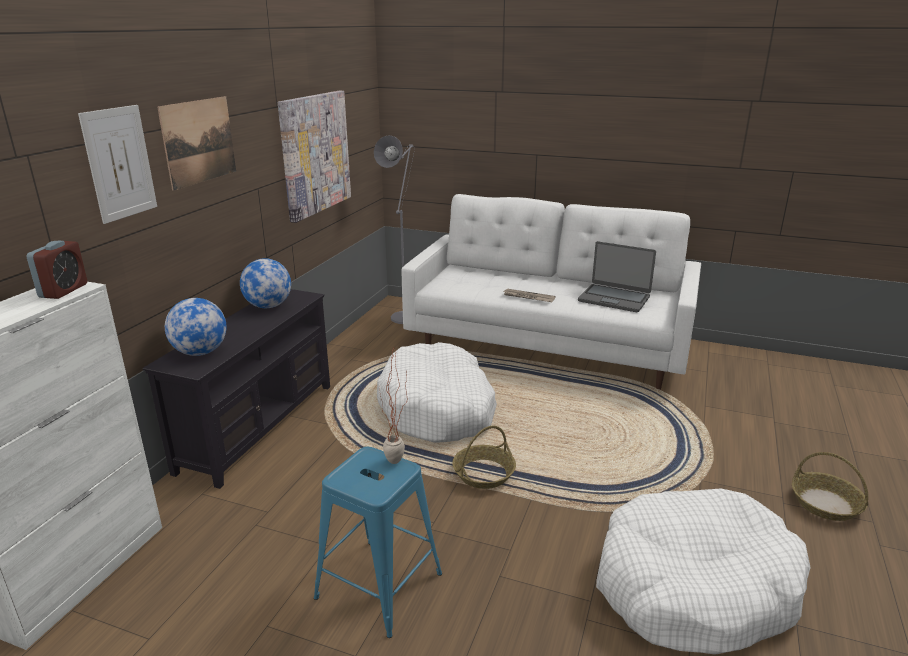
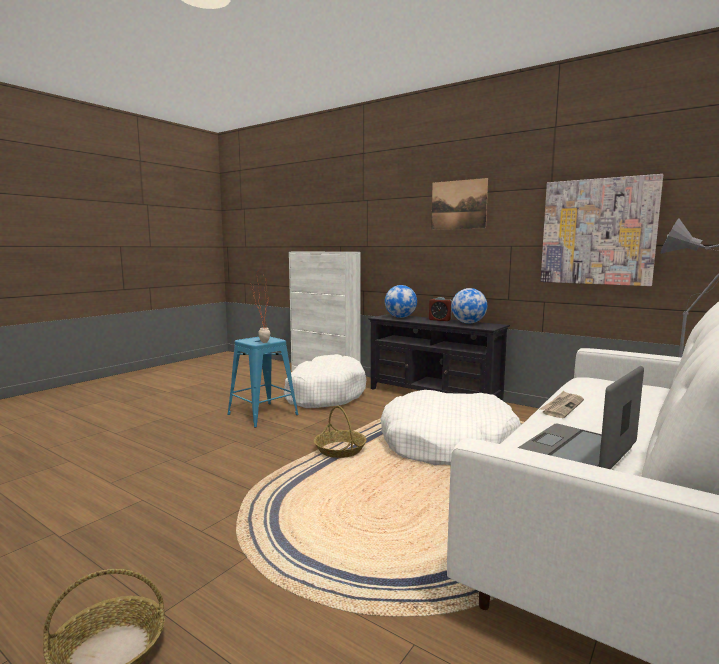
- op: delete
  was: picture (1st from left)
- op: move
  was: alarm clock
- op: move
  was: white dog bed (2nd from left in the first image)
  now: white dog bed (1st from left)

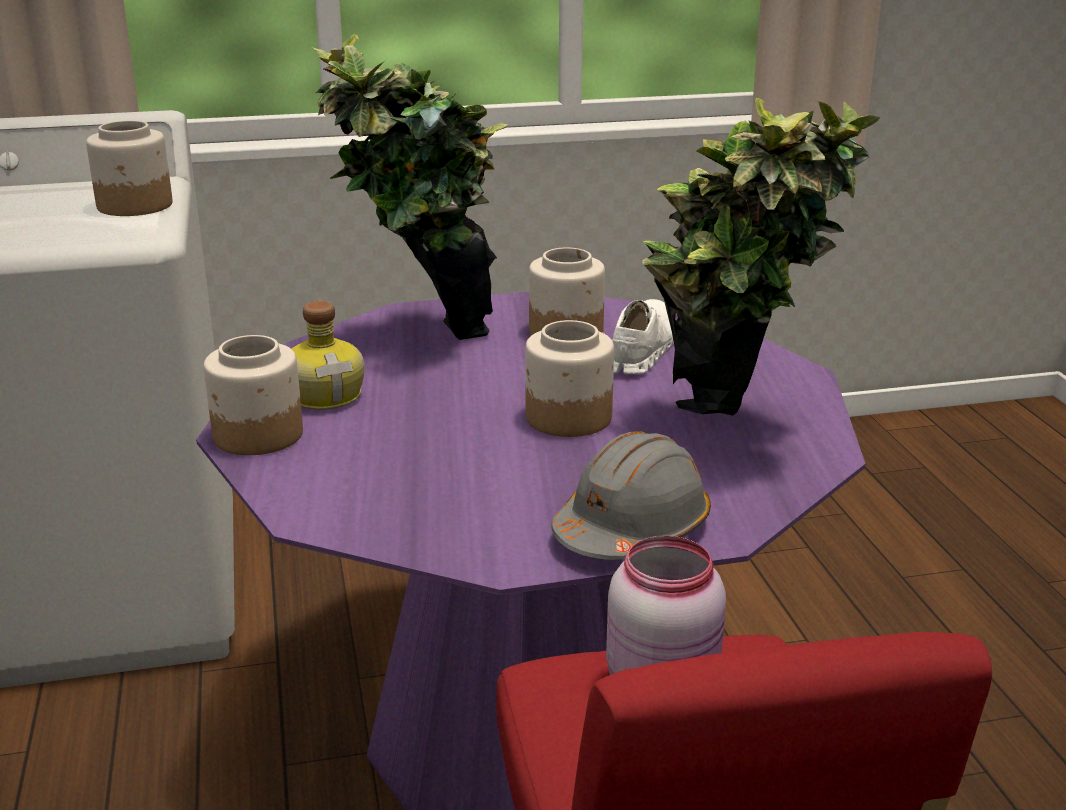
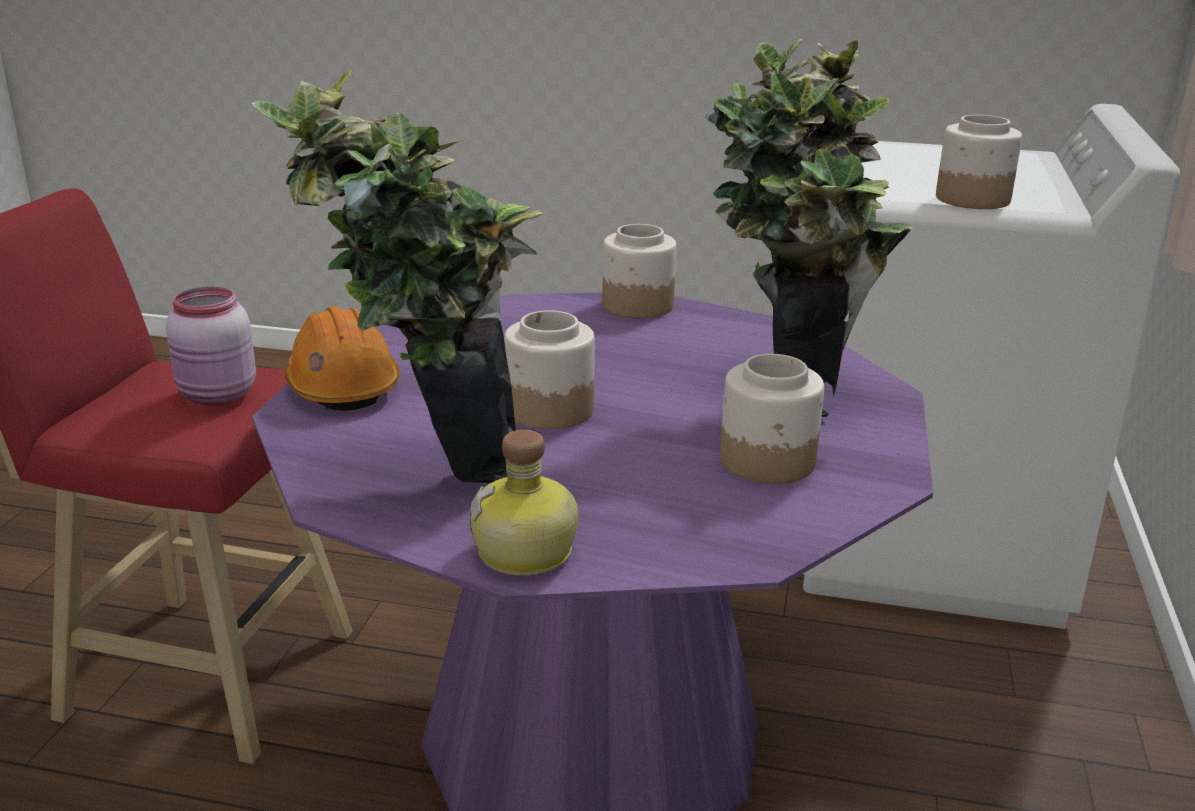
- op: delete
  was: white shoe
- op: move
  was: bottle
- op: recolor
  was: grey hard hat
  now: orange hard hat

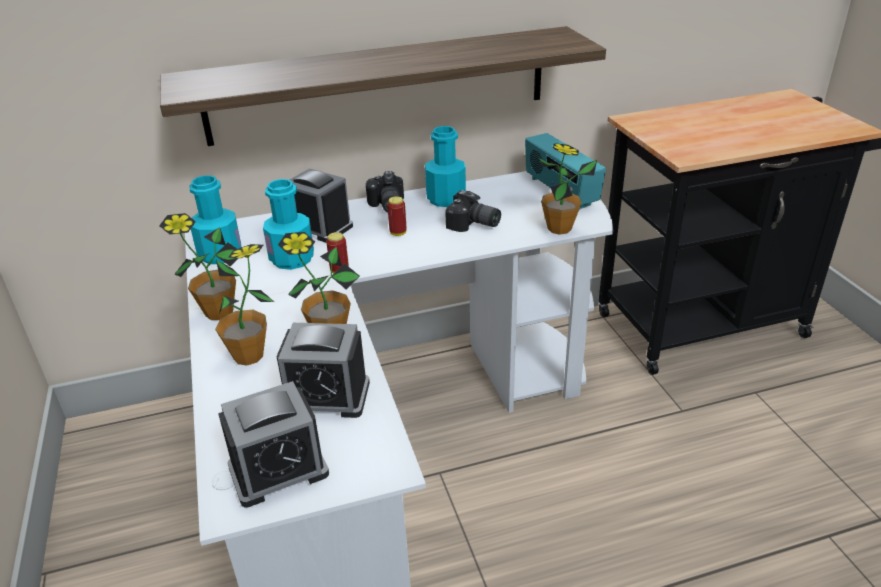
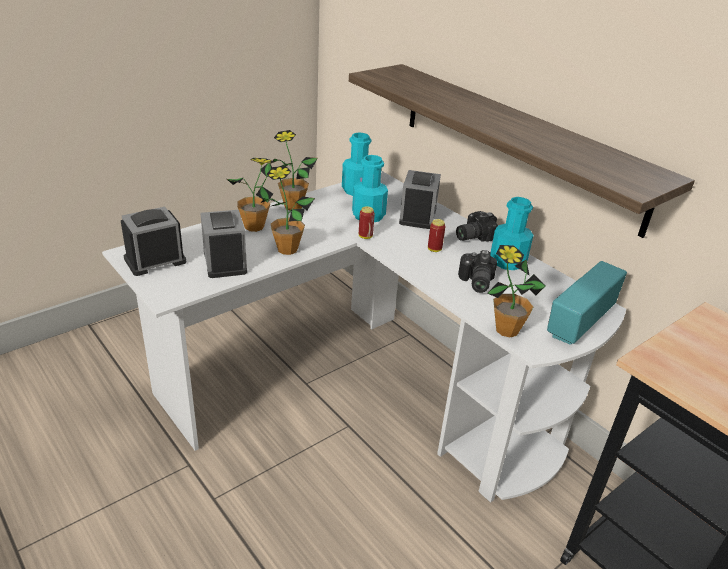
- op: rotate
  was: alarm clock (1st from left)
  clockwise: 105

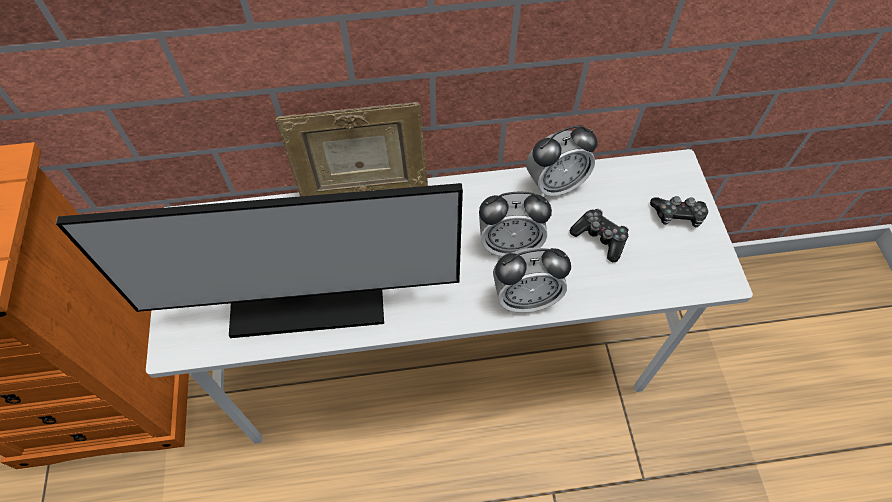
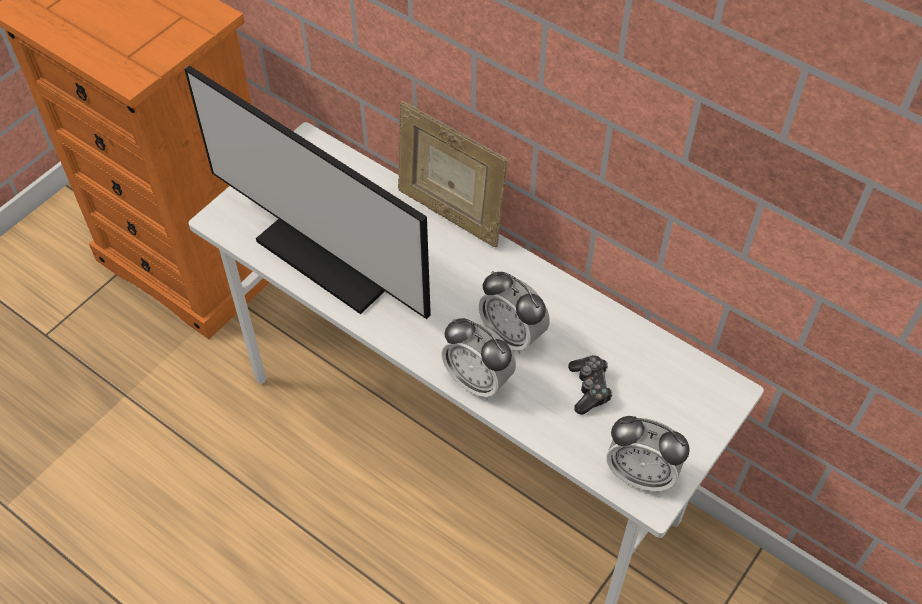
- op: move
  was: alarm clock (3rd from left)
- op: delete
  was: game controller (2nd from left)

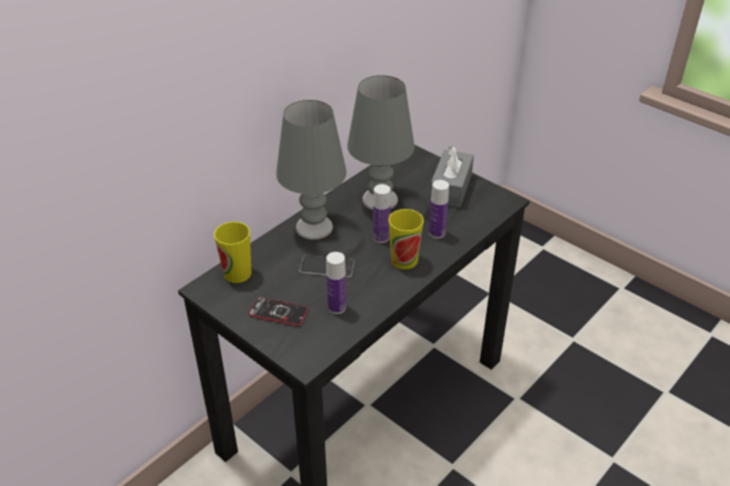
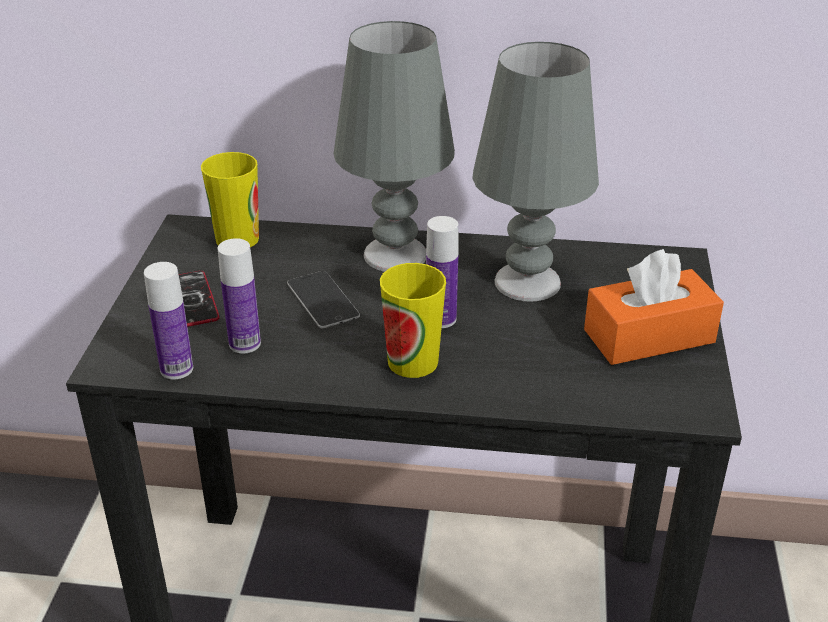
- op: recolor
  was: grey tissue box
  now: orange tissue box
- op: move
  was: bottle (3rd from left in the first image)
  now: bottle (1st from left)

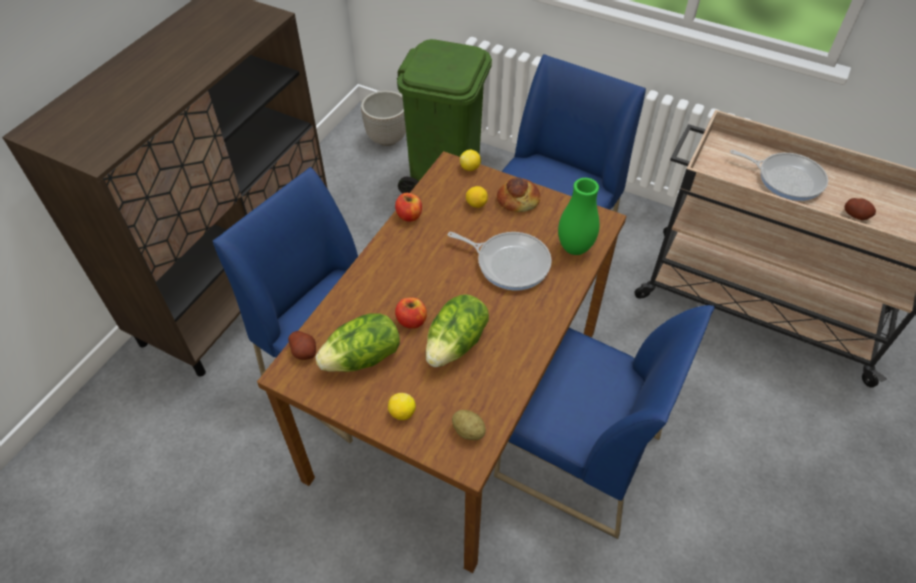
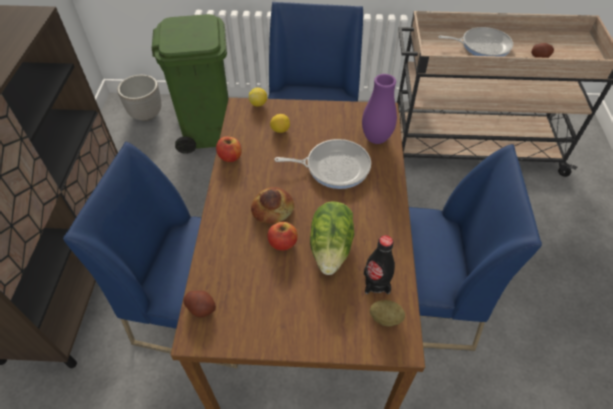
- op: move
  was: bread
- op: recolor
  was: green vase
  now: purple vase
- op: delete
  was: lettuce (1st from left)
- op: delete
  was: lemon (1st from left)
- op: insert
  now: black bottle

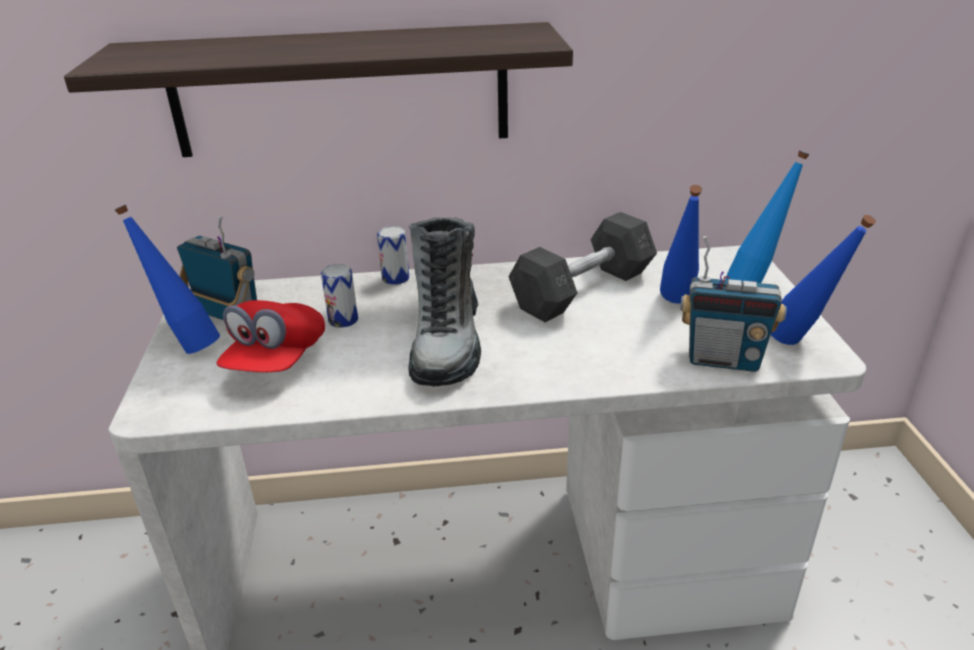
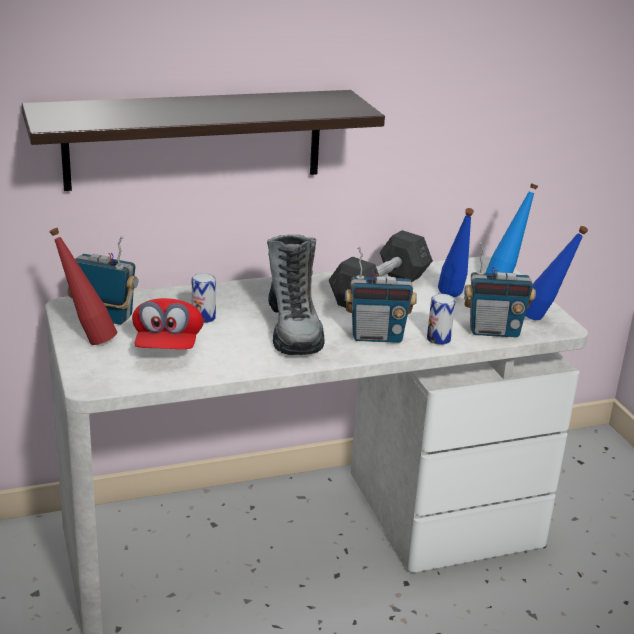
- op: recolor
  was: blue bottle (1st from left)
  now: red bottle
- op: move
  was: can (2nd from left)
- op: insert
  now: radio (2nd from left)

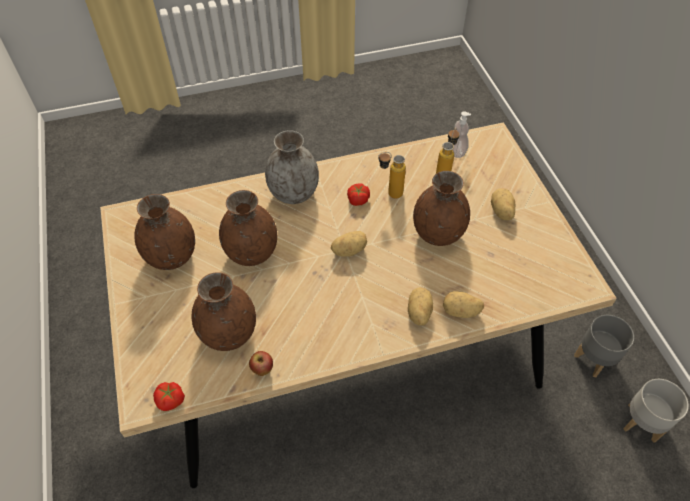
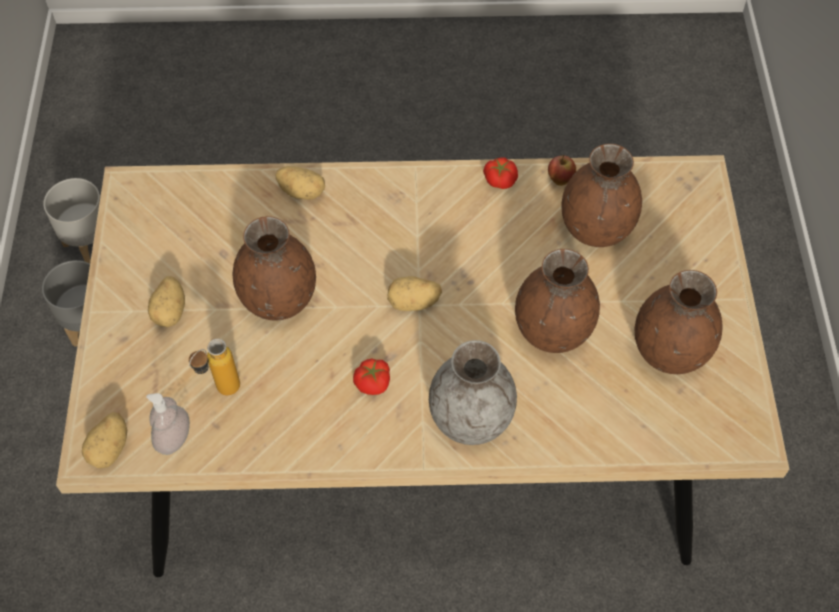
- op: delete
  was: bottle (1st from left)
- op: move
  was: potato (2nd from left in the first image)
  now: potato (1st from left)
- op: move
  was: tomato (1st from left in the first image)
  now: tomato (2nd from left)

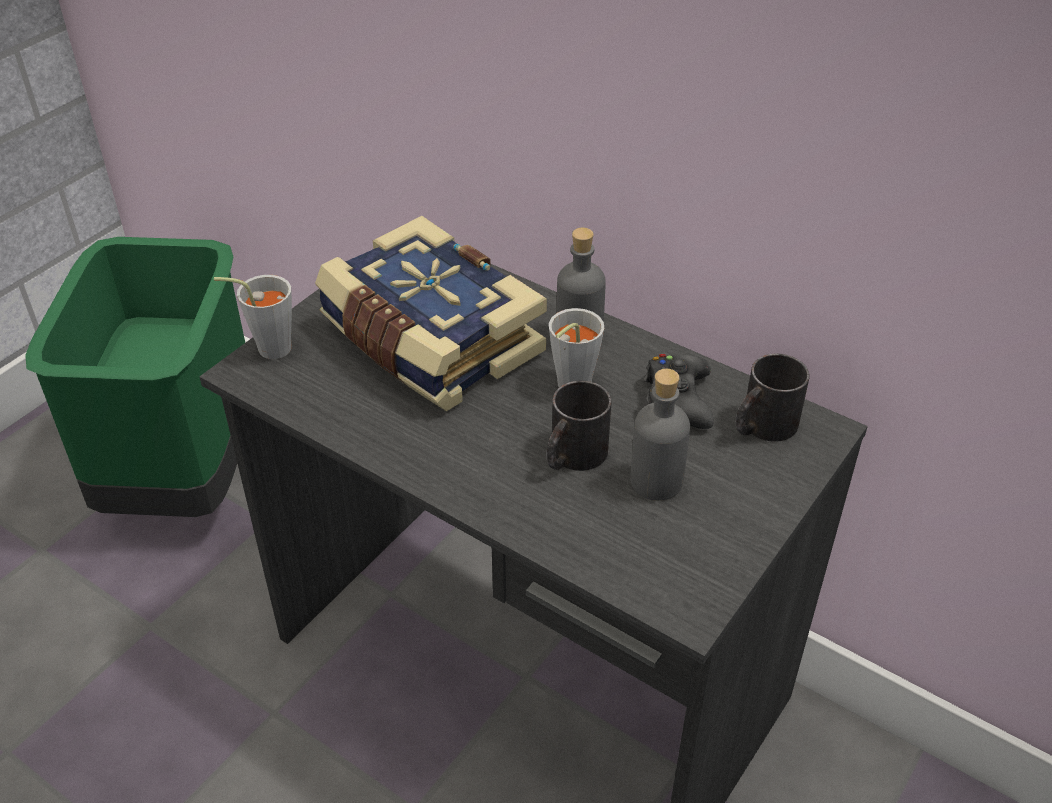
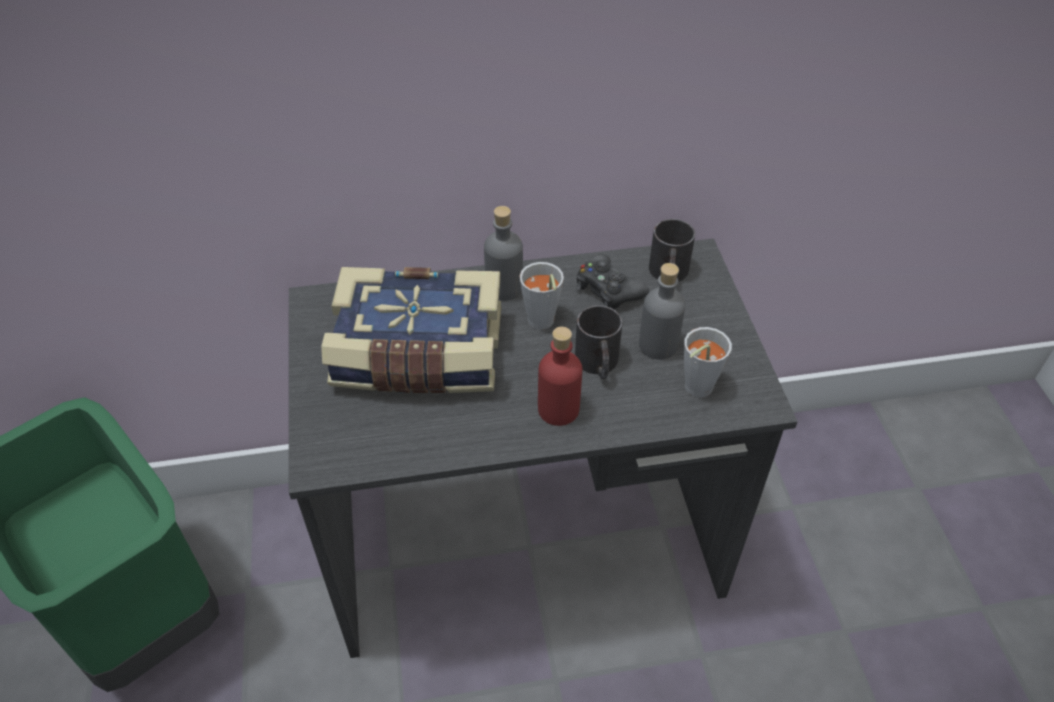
- op: move
  was: grey cup (1st from left in the first image)
  now: grey cup (2nd from left)
- op: insert
  now: red bottle

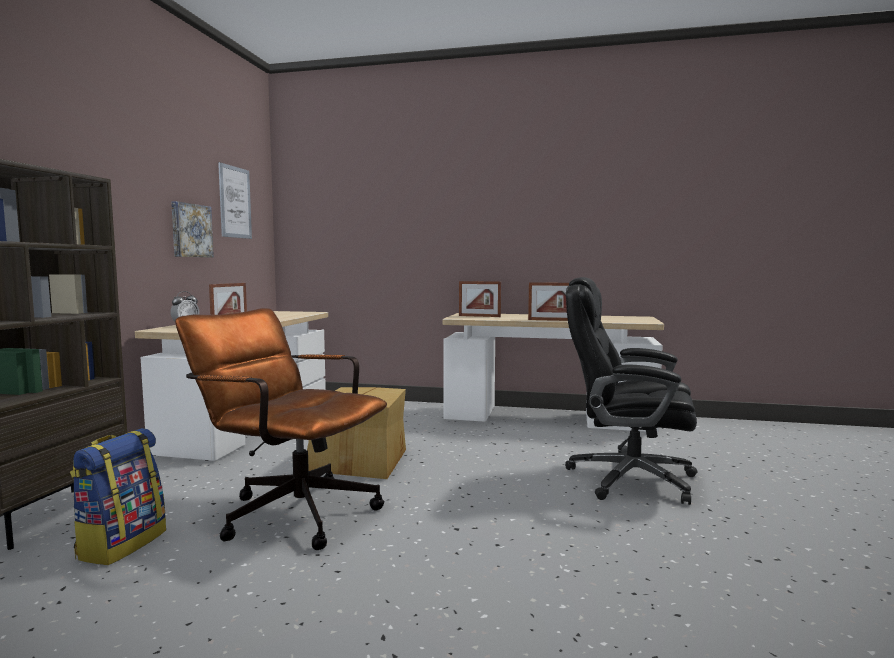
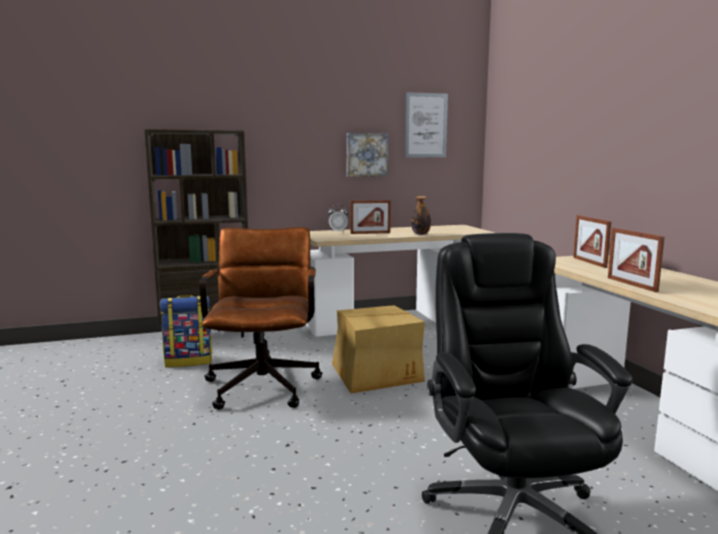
- op: insert
  now: bottle

